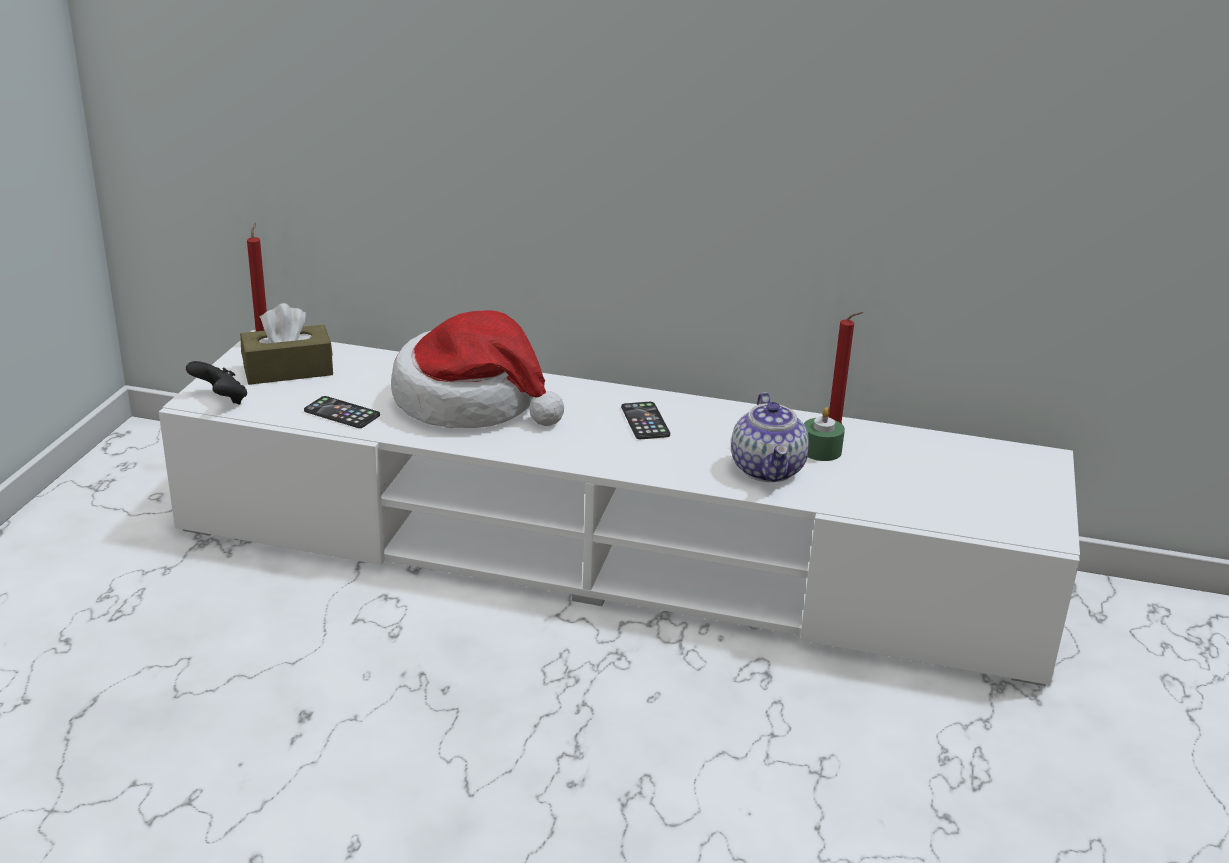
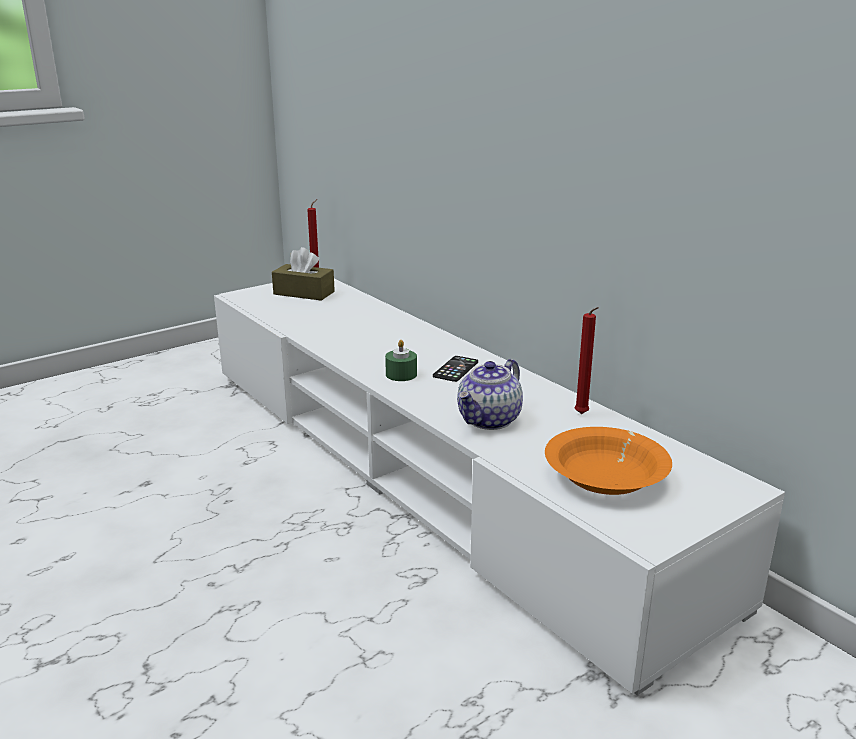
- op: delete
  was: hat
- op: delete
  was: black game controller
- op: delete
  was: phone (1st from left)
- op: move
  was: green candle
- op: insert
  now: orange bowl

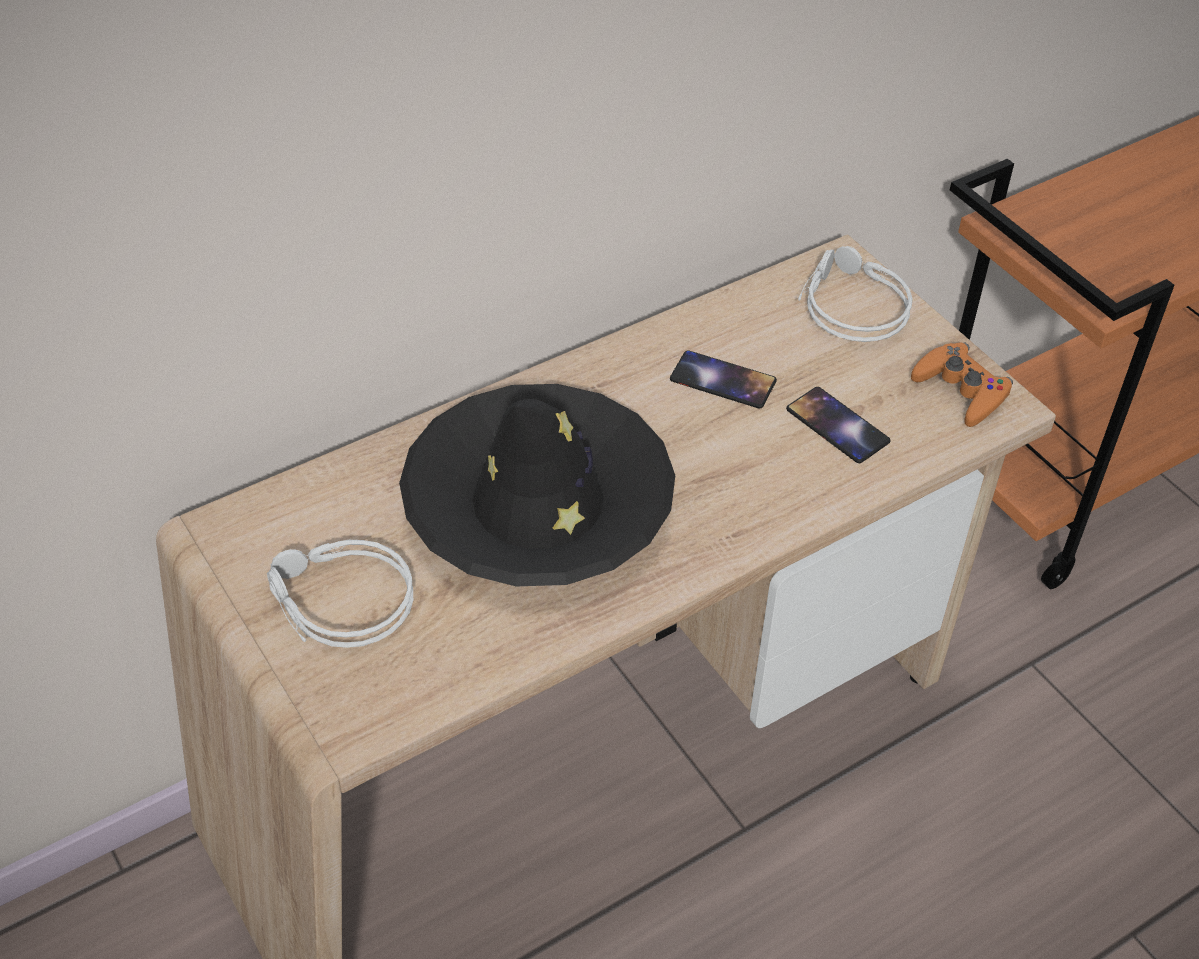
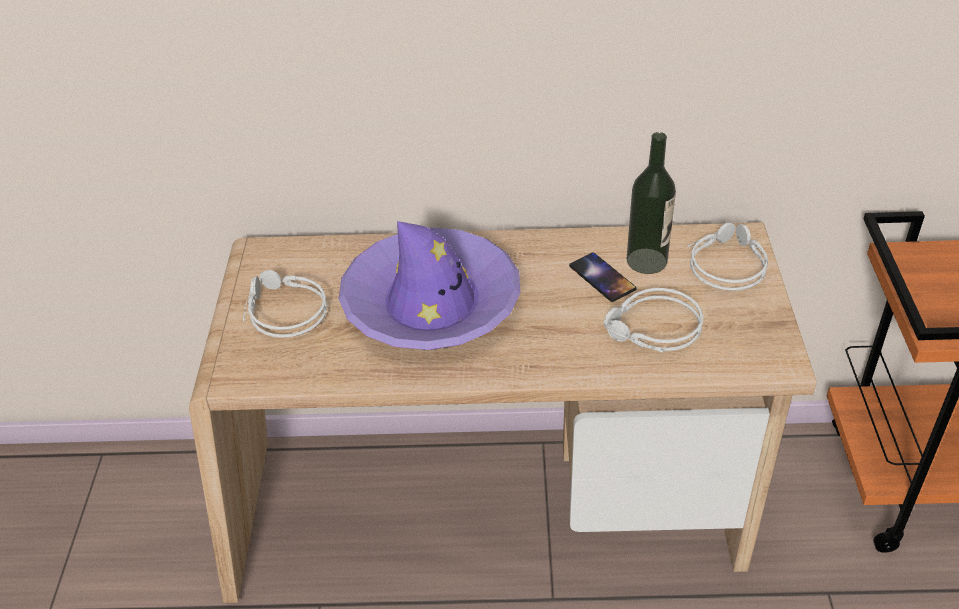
- op: delete
  was: orange game controller
- op: recolor
  was: black hat
  now: purple hat
- op: replace
  was: phone (2nd from left)
  now: white headphones (2nd from left)
- op: insert
  now: bottle

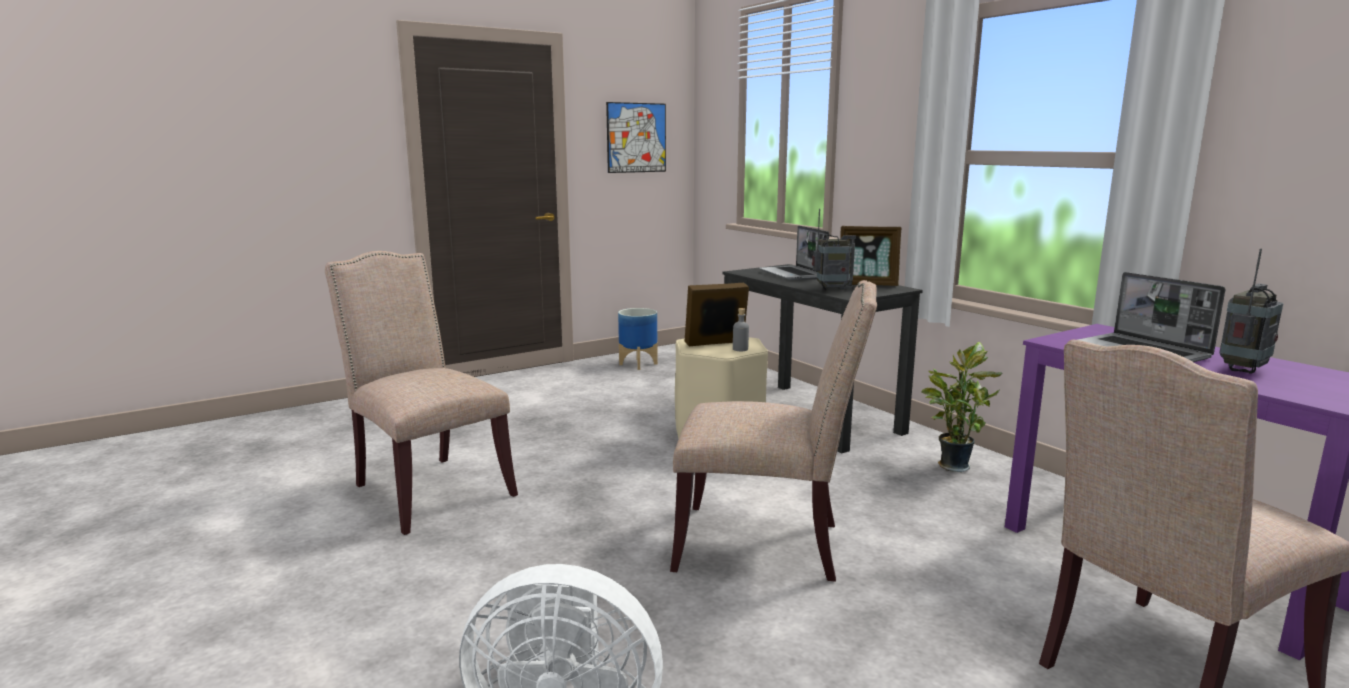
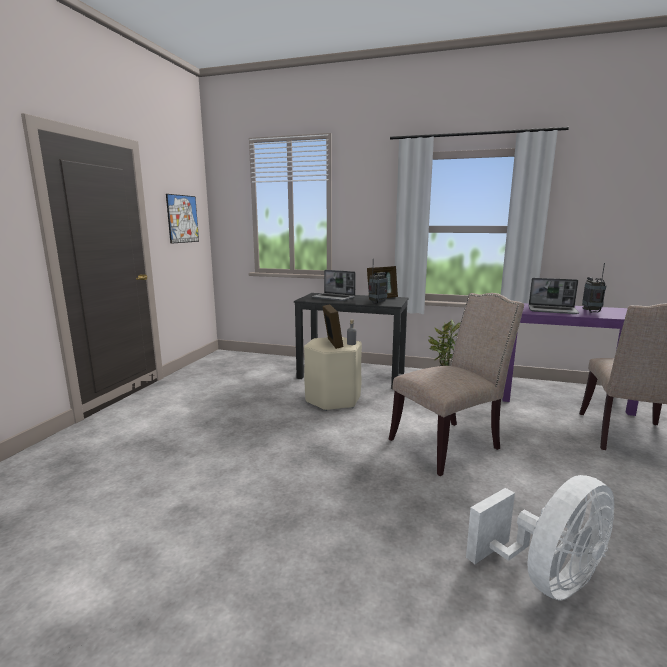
- op: delete
  was: beige chair (1st from left)
- op: rotate
  was: picture frame (1st from left)
  clockwise: 135
- op: delete
  was: planter

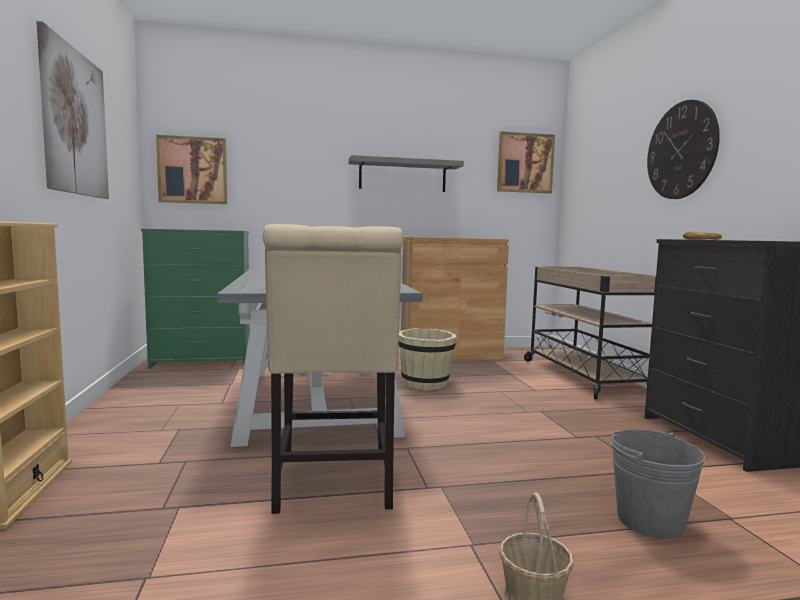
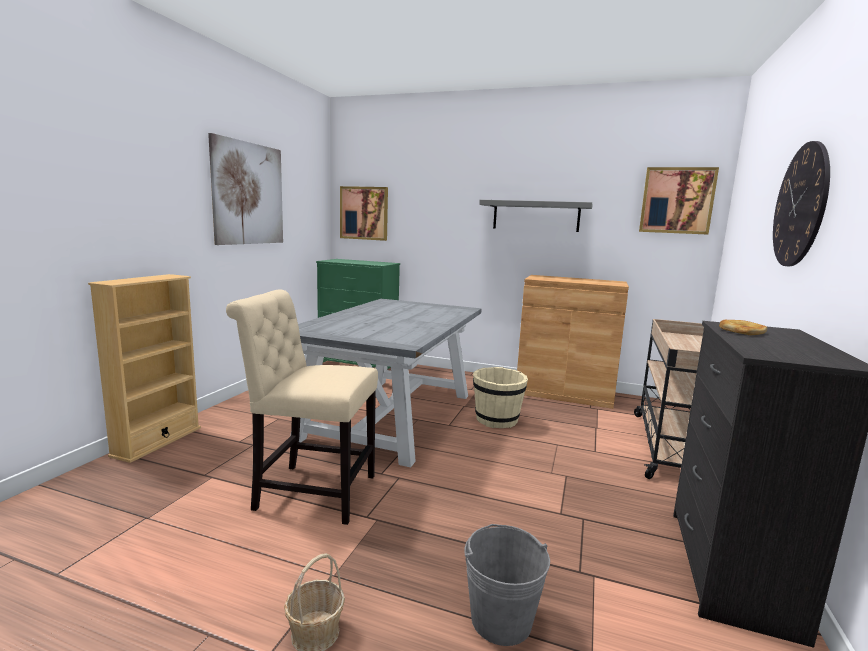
- op: rotate
  was: beige chair
  clockwise: 75

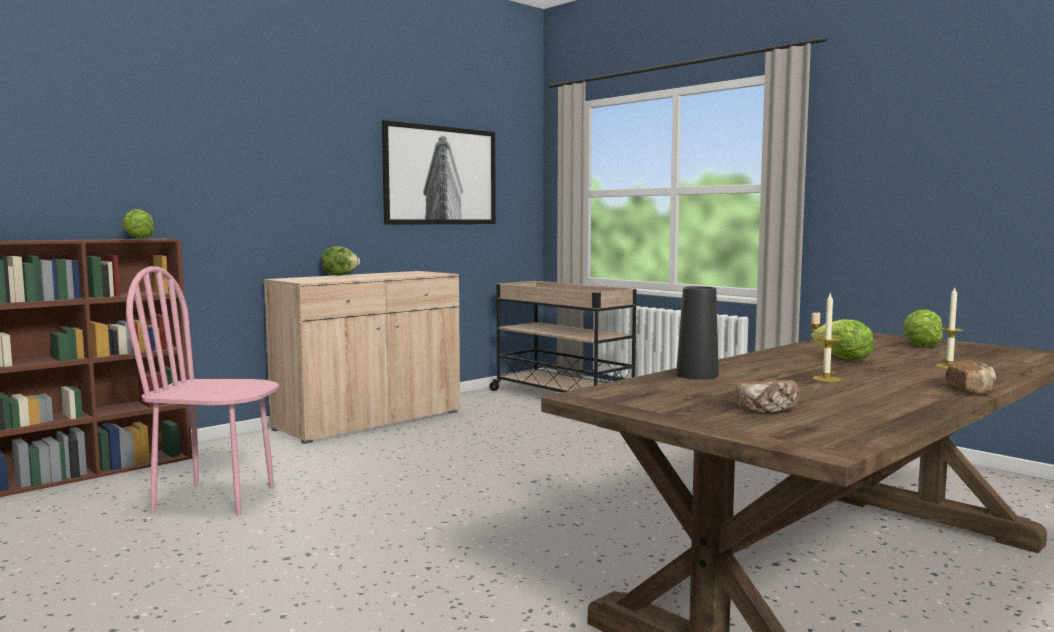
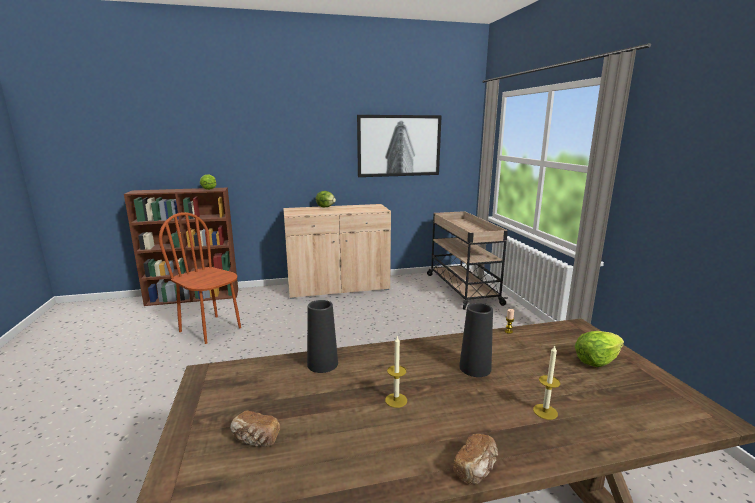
- op: recolor
  was: pink chair
  now: brown chair
- op: replace
  was: lettuce (3rd from left)
  now: black vase (2nd from left)

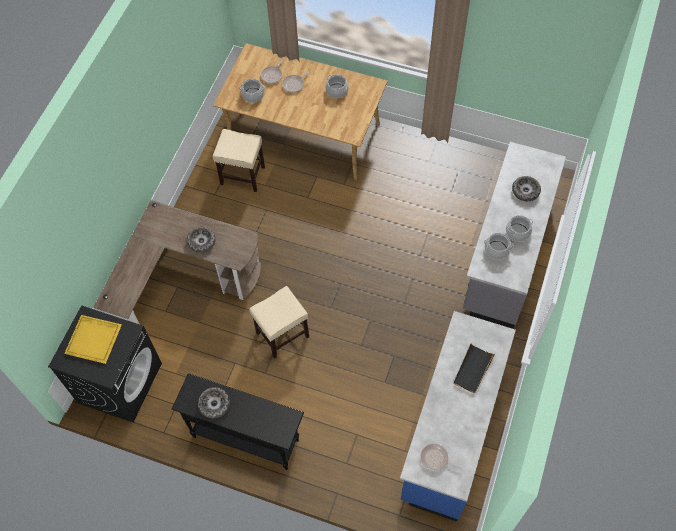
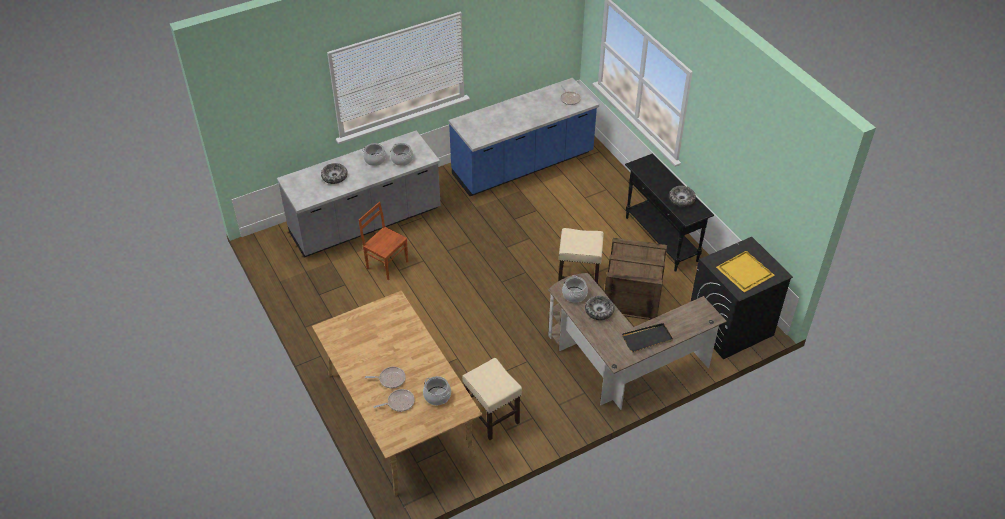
- op: move
  was: cooking pot (2nd from left in the first image)
  now: cooking pot (4th from left)
- op: move
  was: black tray
- op: insert
  now: brown chair
- op: insert
  now: crate

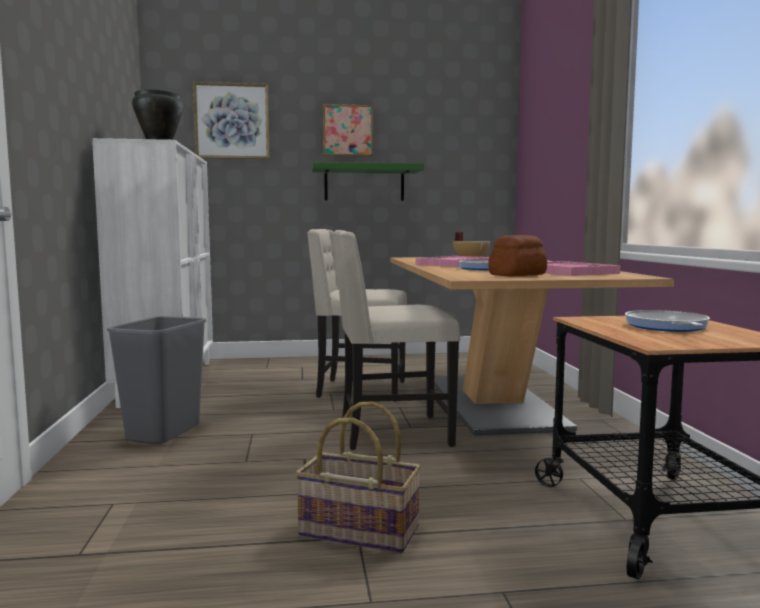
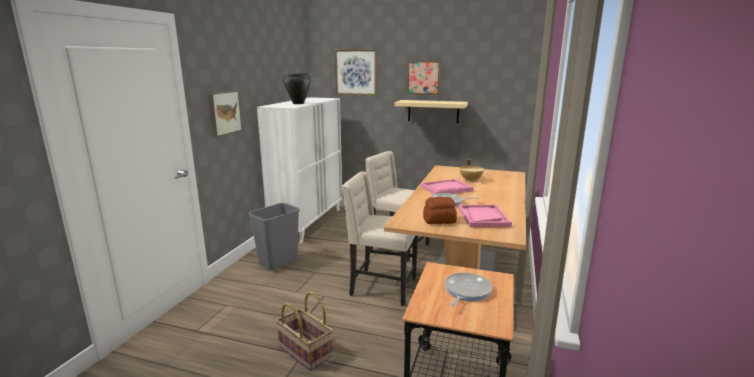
- op: recolor
  was: green shelf
  now: beige shelf
- op: insert
  now: picture (1st from left)

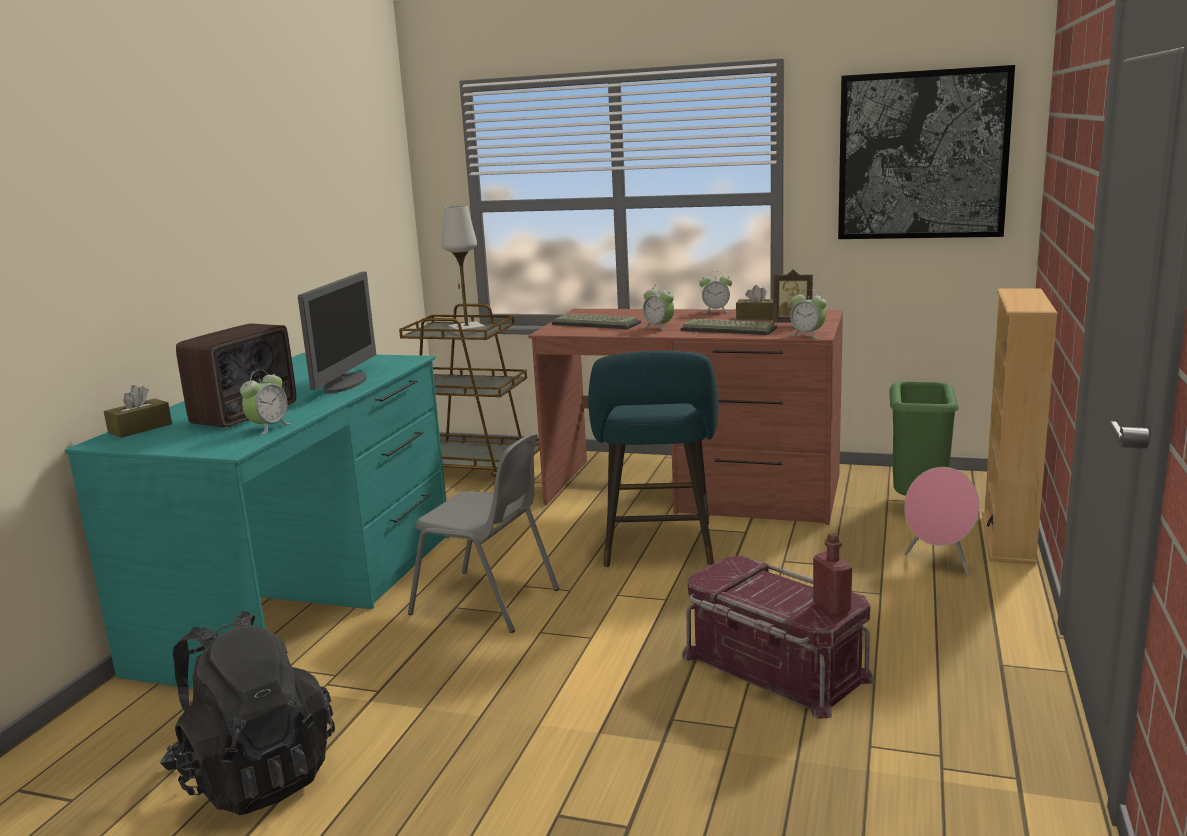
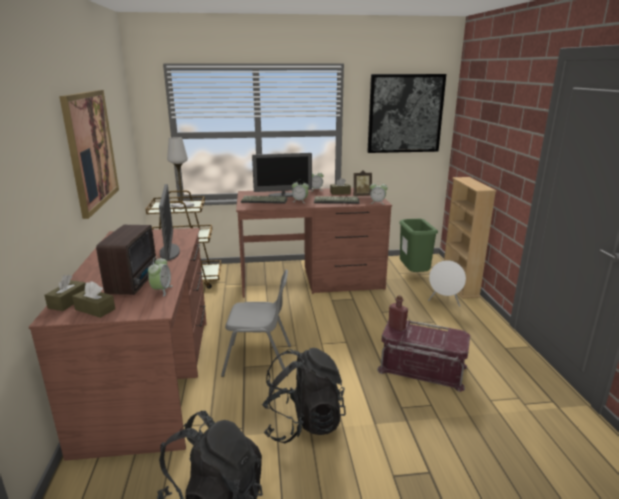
- op: delete
  was: turquoise stool
- op: recolor
  was: turquoise desk
  now: brown desk (1st from left)
- op: recolor
  was: pink speaker
  now: white speaker
- op: move
  was: red bottle
- op: insert
  now: picture (1st from left)
- op: insert
  now: monitor (2nd from left)
- op: insert
  now: brown tissue box (2nd from left)
- op: insert
  now: black backpack (2nd from left)

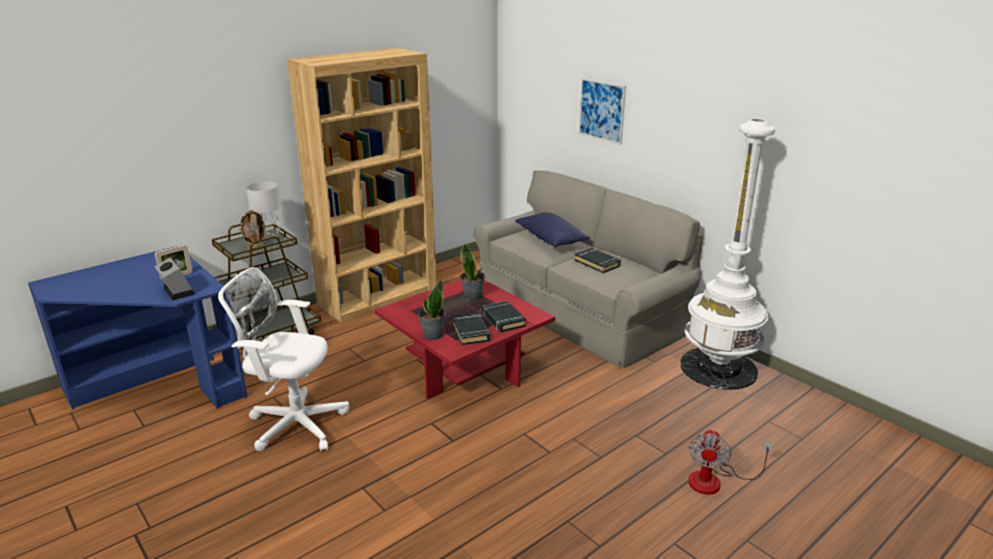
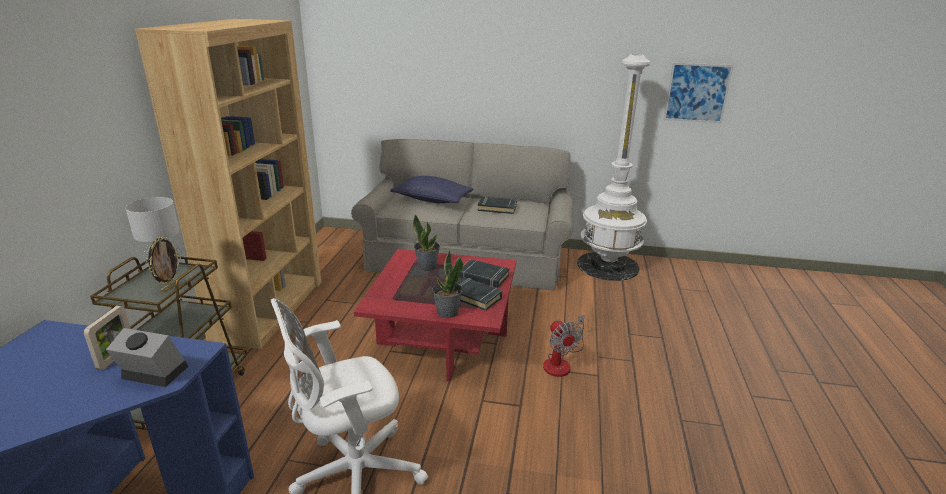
- op: move
  was: picture
- op: move
  was: fan

